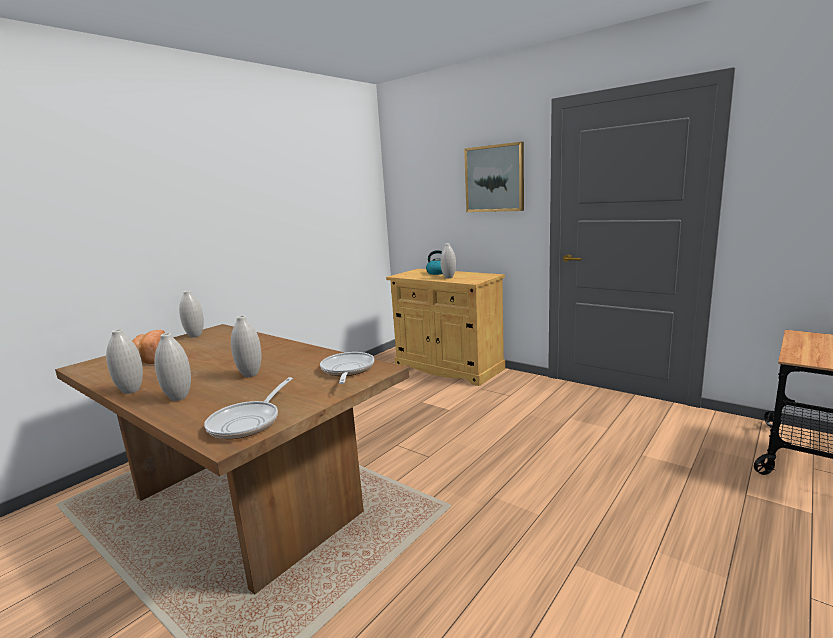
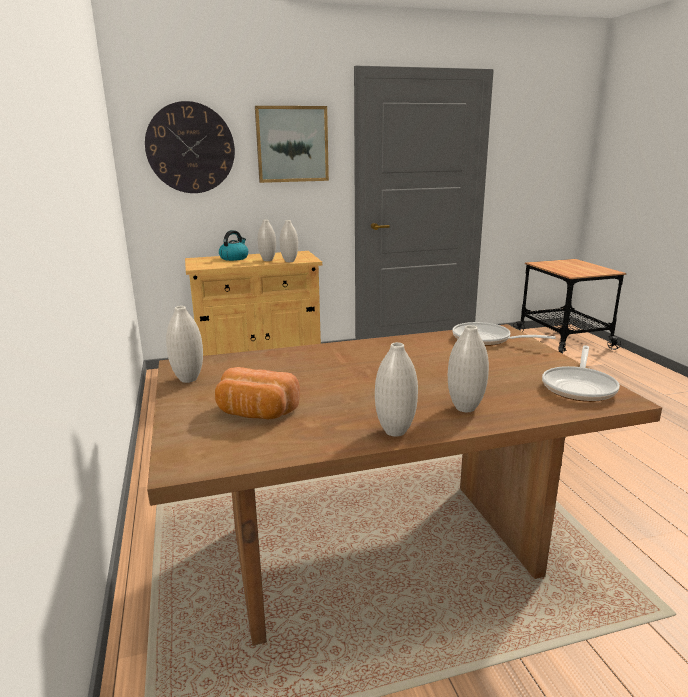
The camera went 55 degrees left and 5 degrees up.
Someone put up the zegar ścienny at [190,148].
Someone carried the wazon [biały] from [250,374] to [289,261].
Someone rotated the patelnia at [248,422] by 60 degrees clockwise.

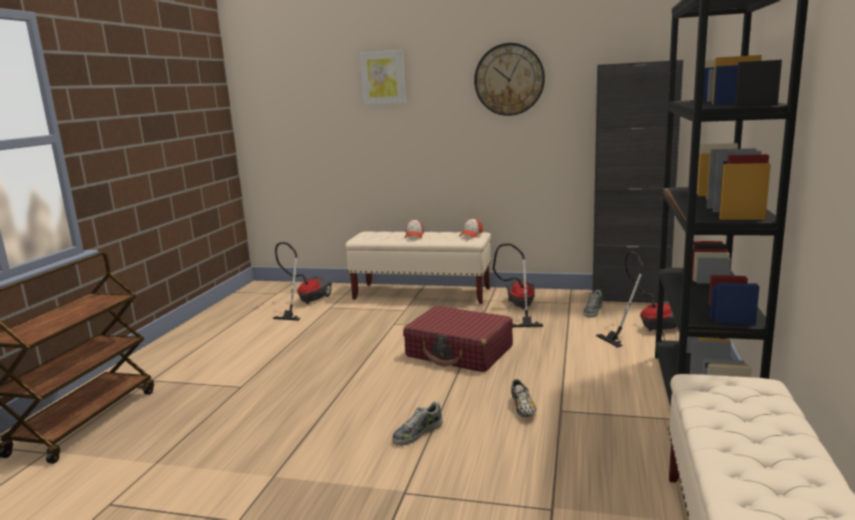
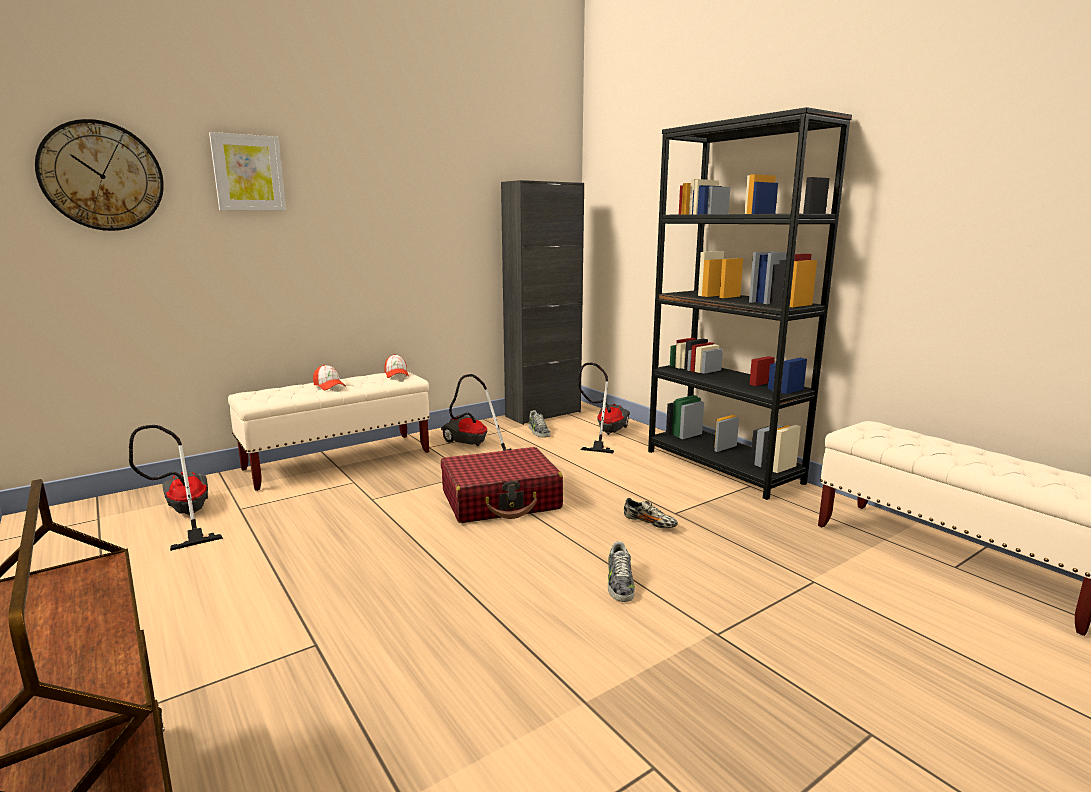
The camera went 50 degrees left and 0 degrees up.
Someone carried the zegar ścienny from [509,79] to [102,176].

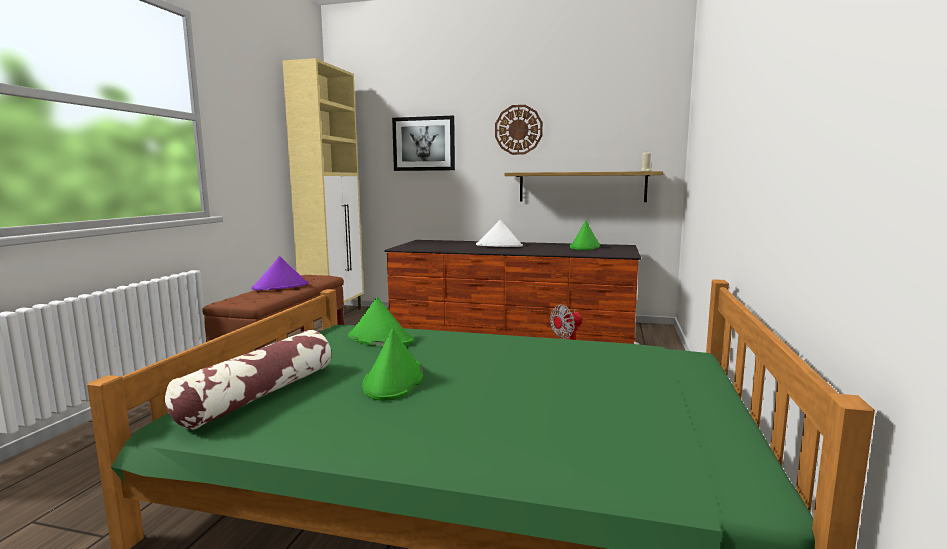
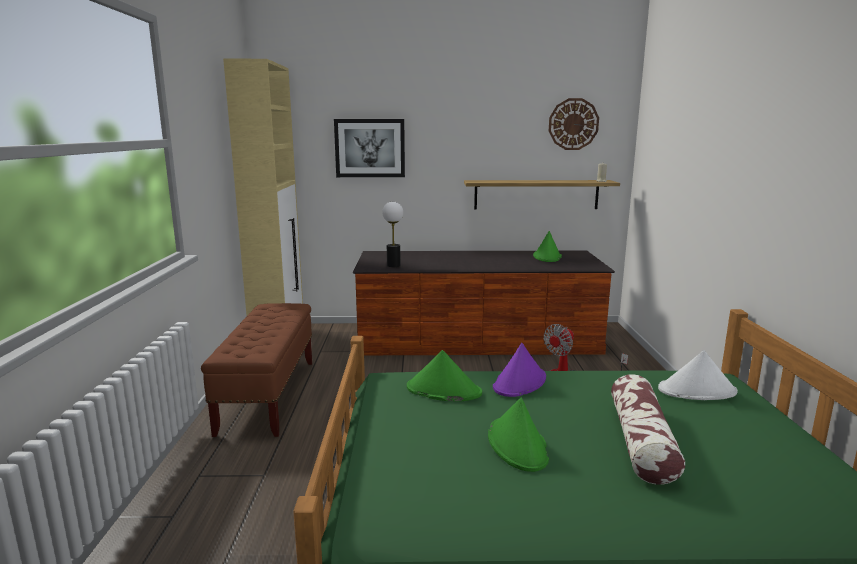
The camera went 15 degrees left and 5 degrees up.
Someone put down the lampa stołowa at [393,265].
Someone carried the poduszka from [259,395] to [641,442].
Someone carried the kapelusz [fioletowy] from [281,287] to [519,382].
Someone carried the kapelusz [biały] from [499,246] to [697,391].
Someone carried the zegar ścienny from [518,130] to [573,124].

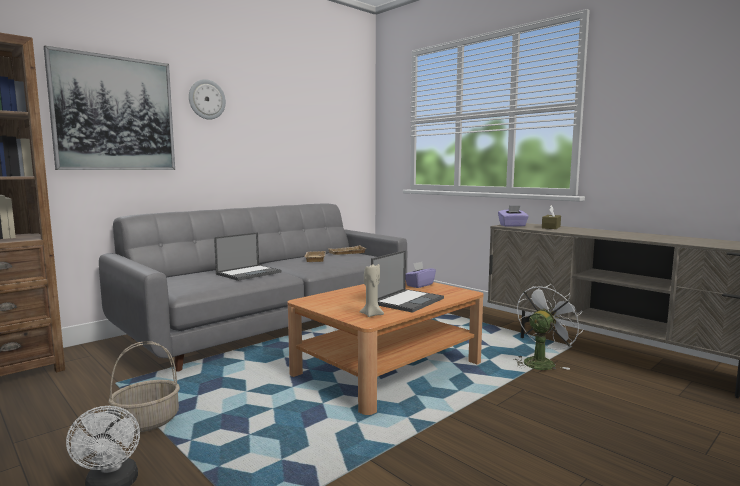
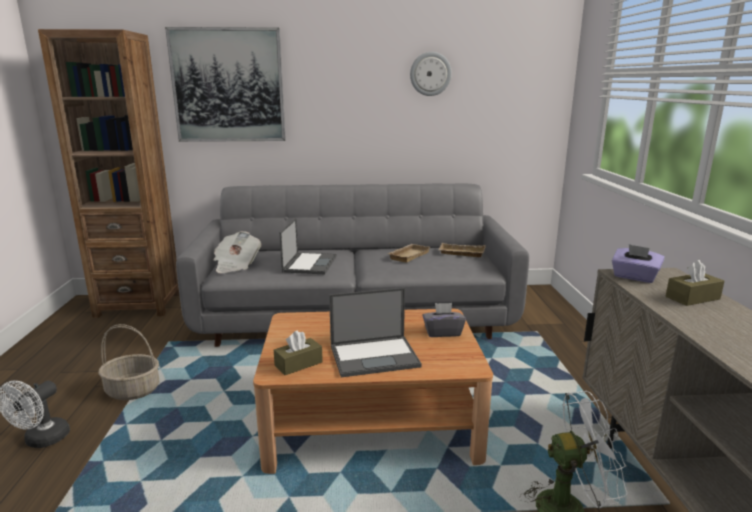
The camera went 40 degrees right and 10 degrees up.
Someone put down the gazeta at [236,265].
Someone carried the zegar ścienny from [207,99] to [430,74].
Someone swapped the świeca [beżowy] at [372,314] for the pudełko chusteczek [brązowy] at [298,364].
Someone repainted the pudełko chusteczek [fioletowy] at [419,285], which became the pudełko chusteczek [szary] at [442,332].
Someone rotated the laptop at [249,273] by 75 degrees counterclockwise.

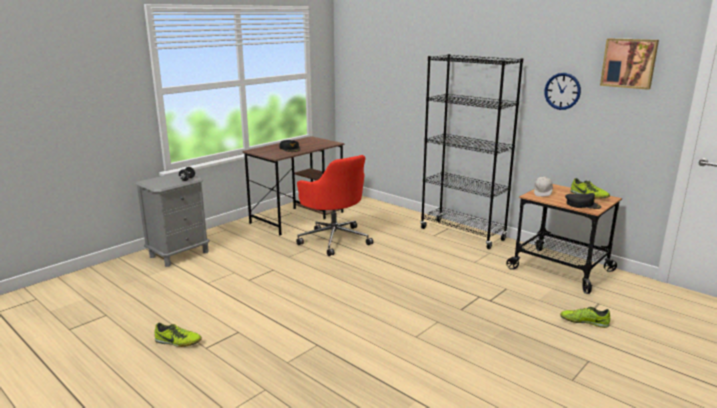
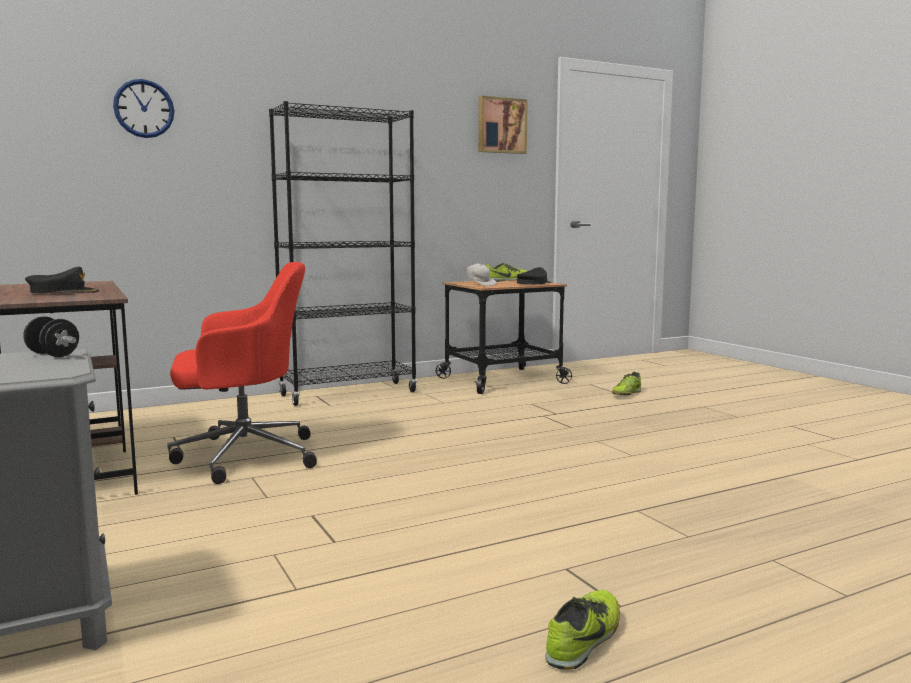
The camera went 70 degrees left and 10 degrees down.
Someone carried the zegar ścienny from [562,91] to [144,108].

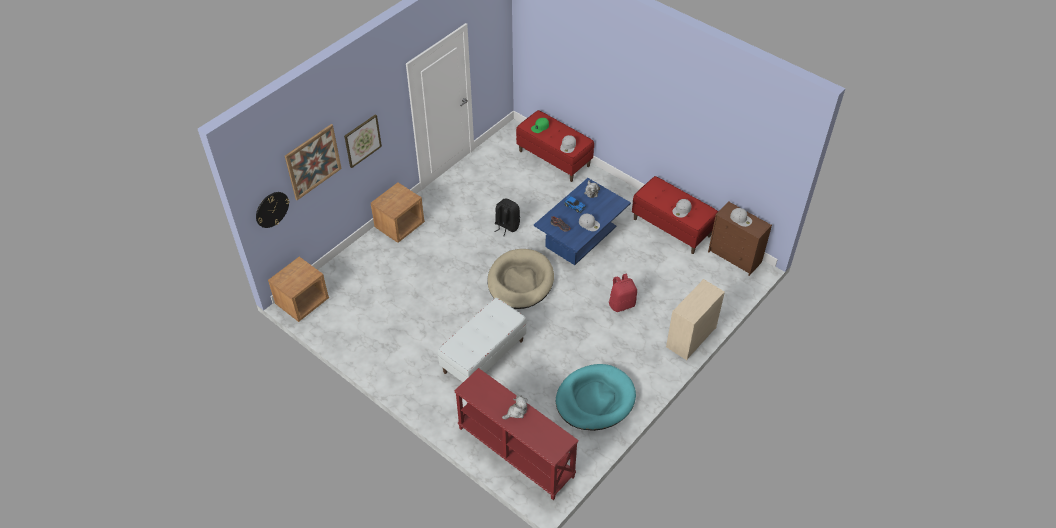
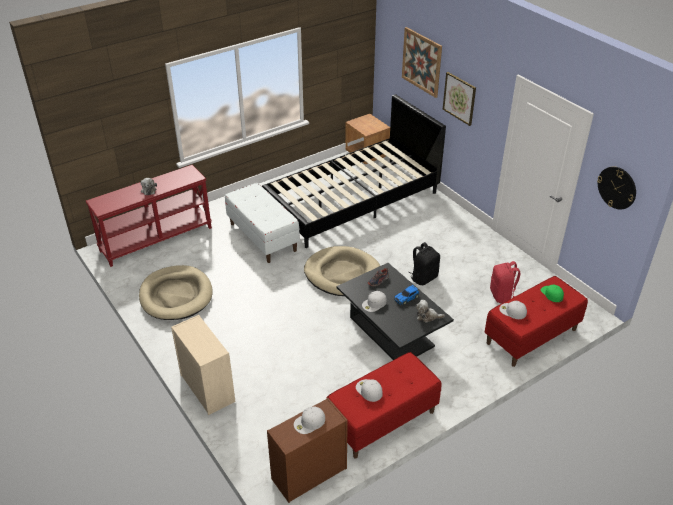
The camera went 105 degrees right and 10 degrees down.
Someone took away the szafka nocna [brązowy] at [400,226].
Someone put down the łóżko [czarny] at [352,201].
Someone carried the zegar ścienny from [272,209] to [617,187].
Someone carried the plecak [czerwony] from [621,304] to [502,295].
Someone repainted the ława [niebieski] at [581,236], which became the ława [czarny] at [391,332].
Someone repainted the legowisko [turkusowy] at [595,400], which became the legowisko [beżowy] at [176,295].

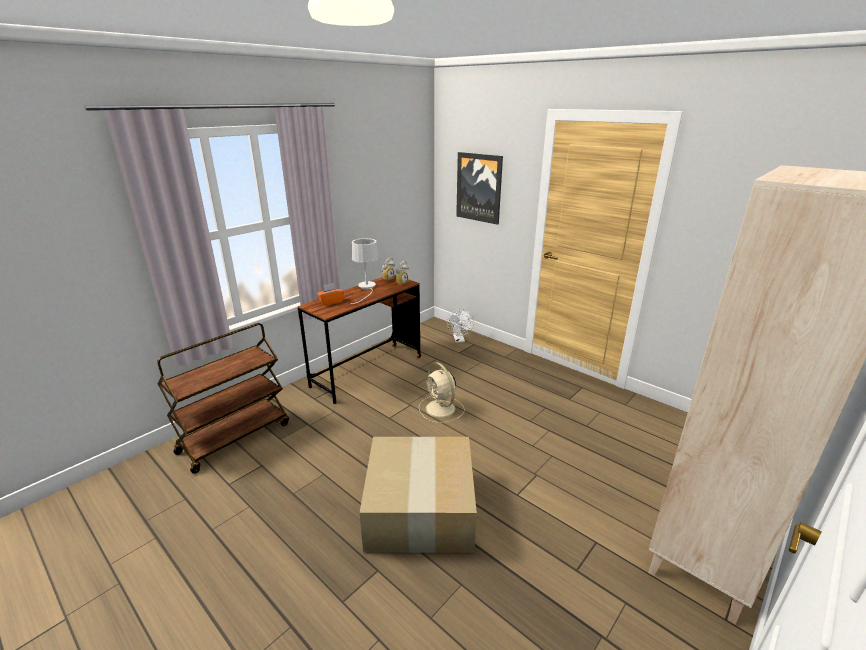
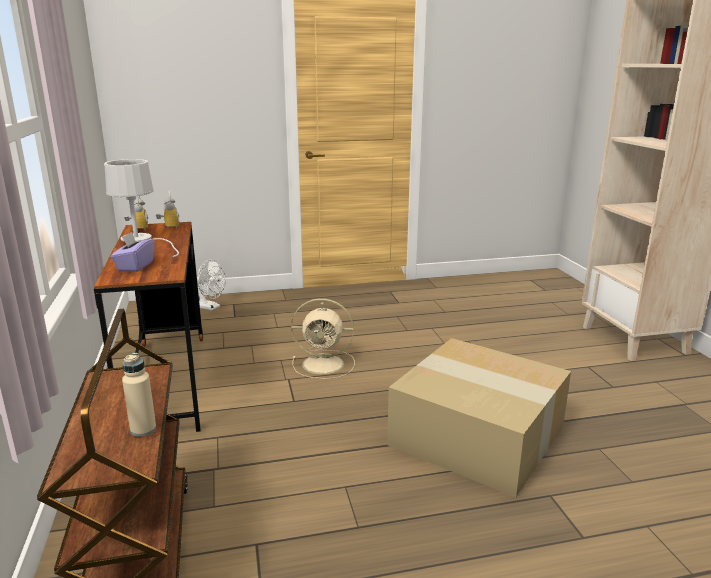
The camera went 55 degrees left and 5 degrees down.
Someone took away the obraz at [479,187].
Someone put down the butelka [beżowy] at [143,429].
Someone repainted the pudełko chusteczek [pomarańczowy] at [331,302], which became the pudełko chusteczek [fioletowy] at [135,266].

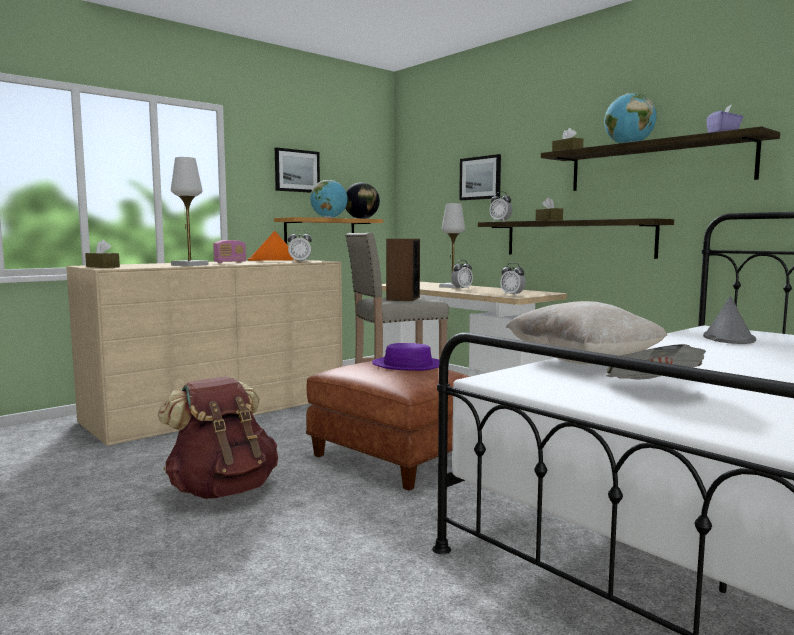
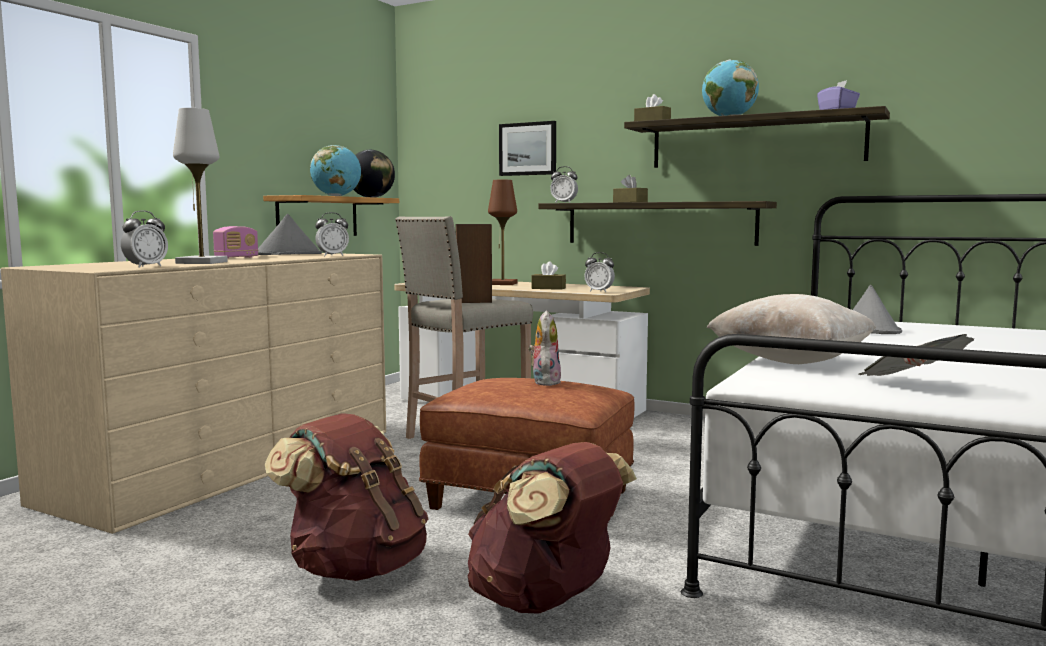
The camera went 20 degrees left and 0 degrees up.
Someone took away the obraz at [296,171].
Someone put down the plecak [brązowy] at [545,601].
Someone carried the pudełko chusteczek [brązowy] from [102,267] to [548,288].
Someone carried the budzik from [461,289] to [146,267].
Someone swapped the kapelusz [fioletowy] at [408,365] for the pluszak at [544,382].
Someone repainted the kapelusz [pomarańczowy] at [274,261], which became the kapelusz [szary] at [288,255].
Someone repainted the lampa stołowa [biały] at [452,287], which became the lampa stołowa [brązowy] at [502,284].

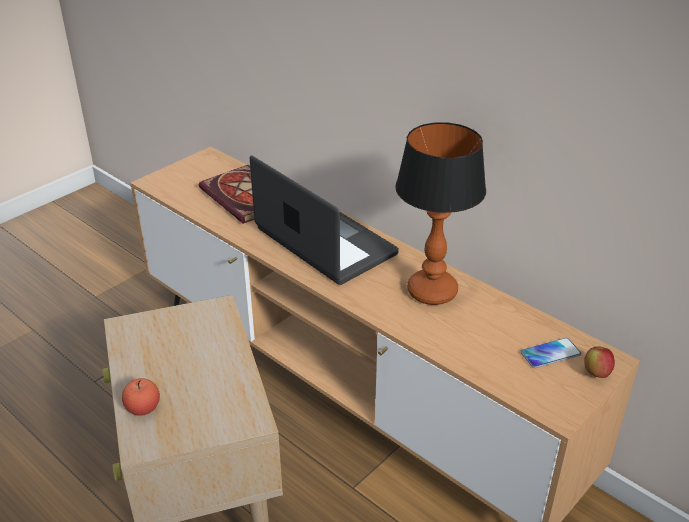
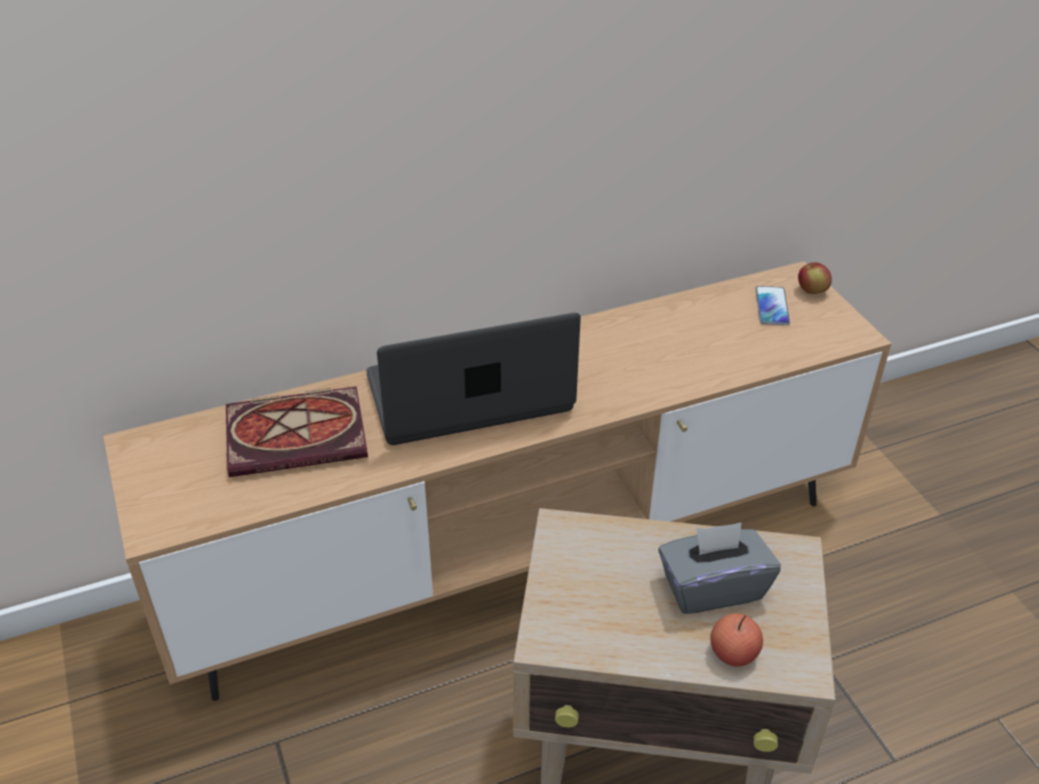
The camera went 65 degrees left and 5 degrees up.
Someone took away the lampa stołowa at [432,291].
Someone put down the pudełko chusteczek [szary] at [712,587].

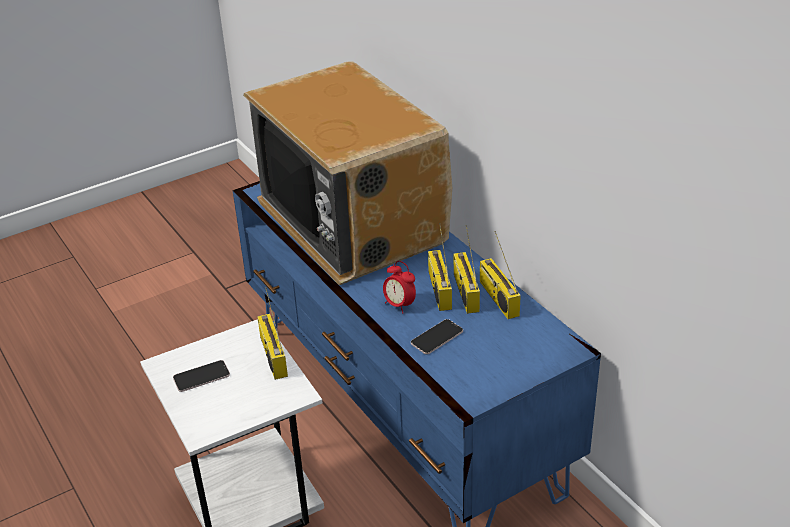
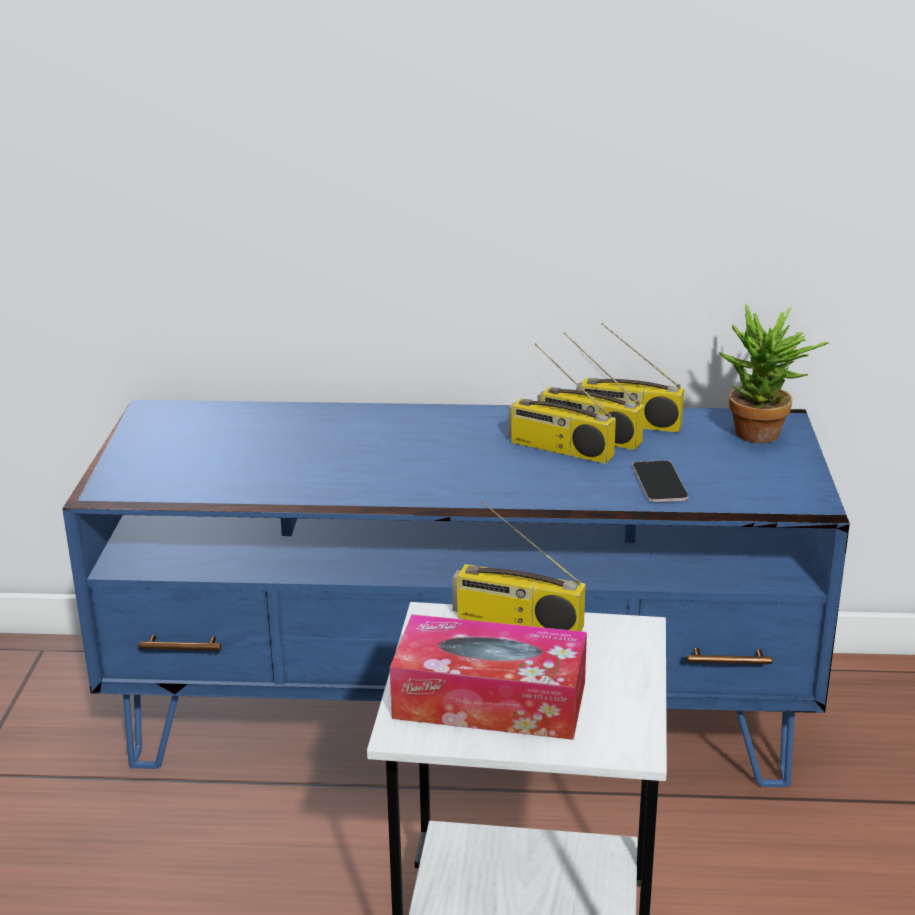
The camera went 55 degrees left and 10 degrees down.
Someone took away the telewizor at [352,221].
Someone took away the budzik at [399,305].
Someone put down the roślina doniczkowa at [763,437].
Someone swapped the telefon at [201,376] for the pudełko chusteczek at [490,700].

